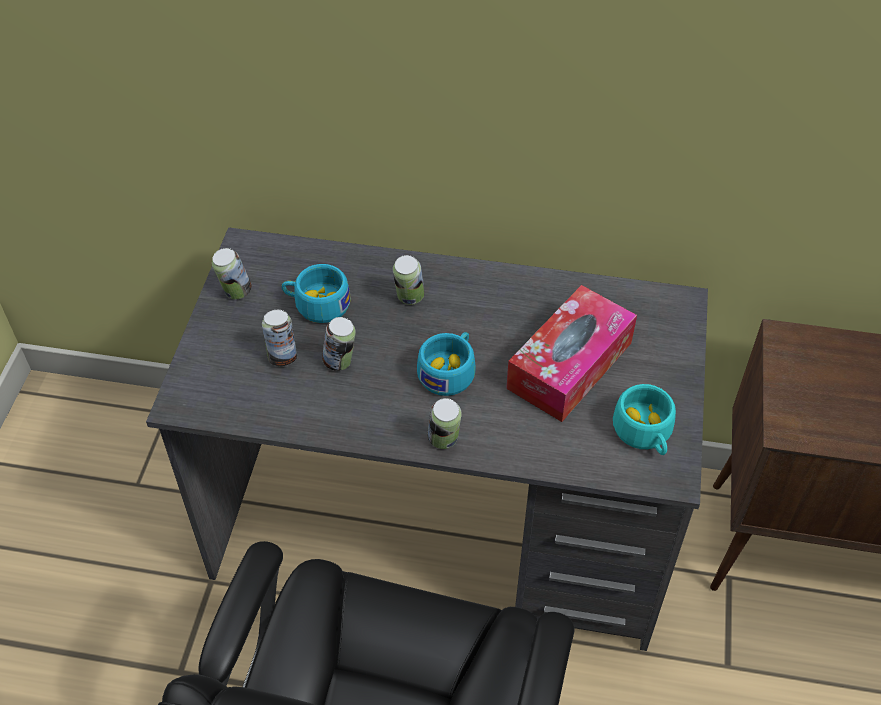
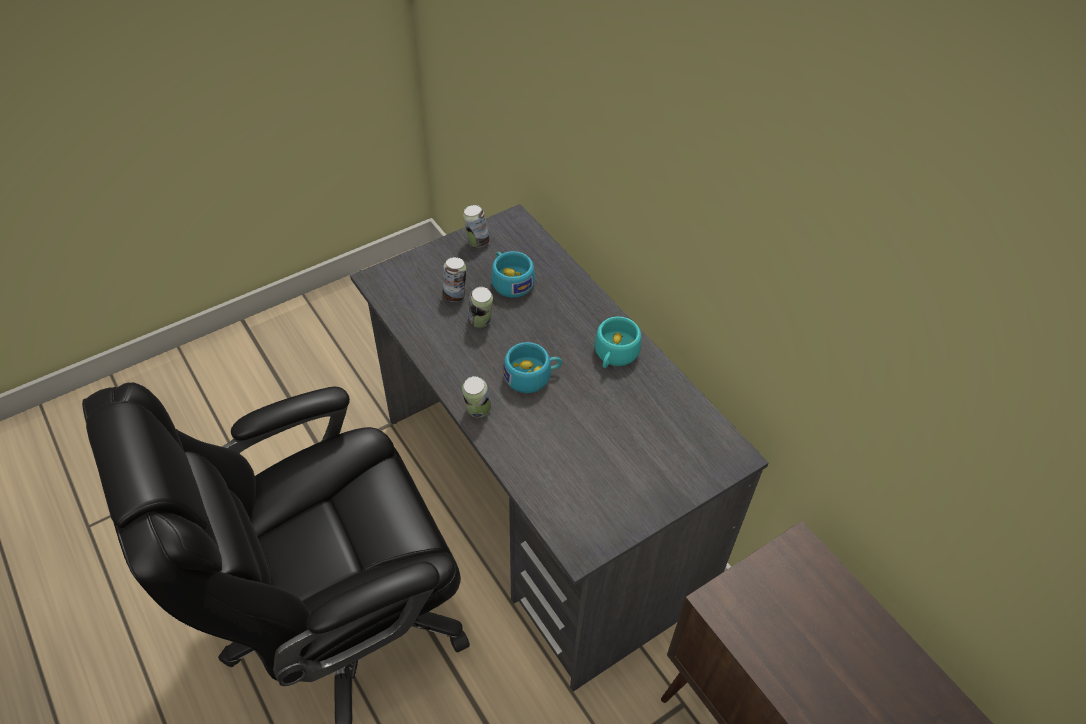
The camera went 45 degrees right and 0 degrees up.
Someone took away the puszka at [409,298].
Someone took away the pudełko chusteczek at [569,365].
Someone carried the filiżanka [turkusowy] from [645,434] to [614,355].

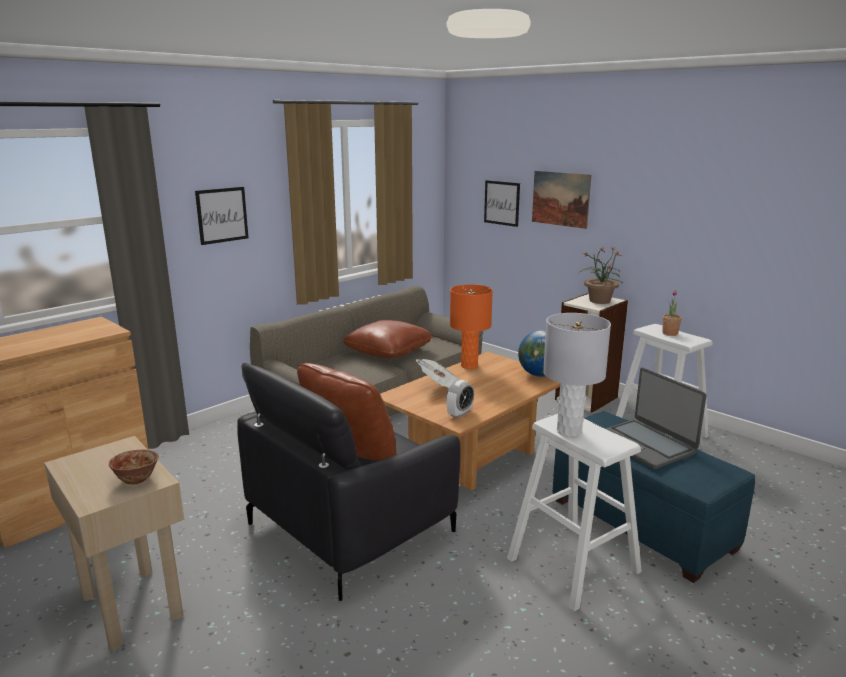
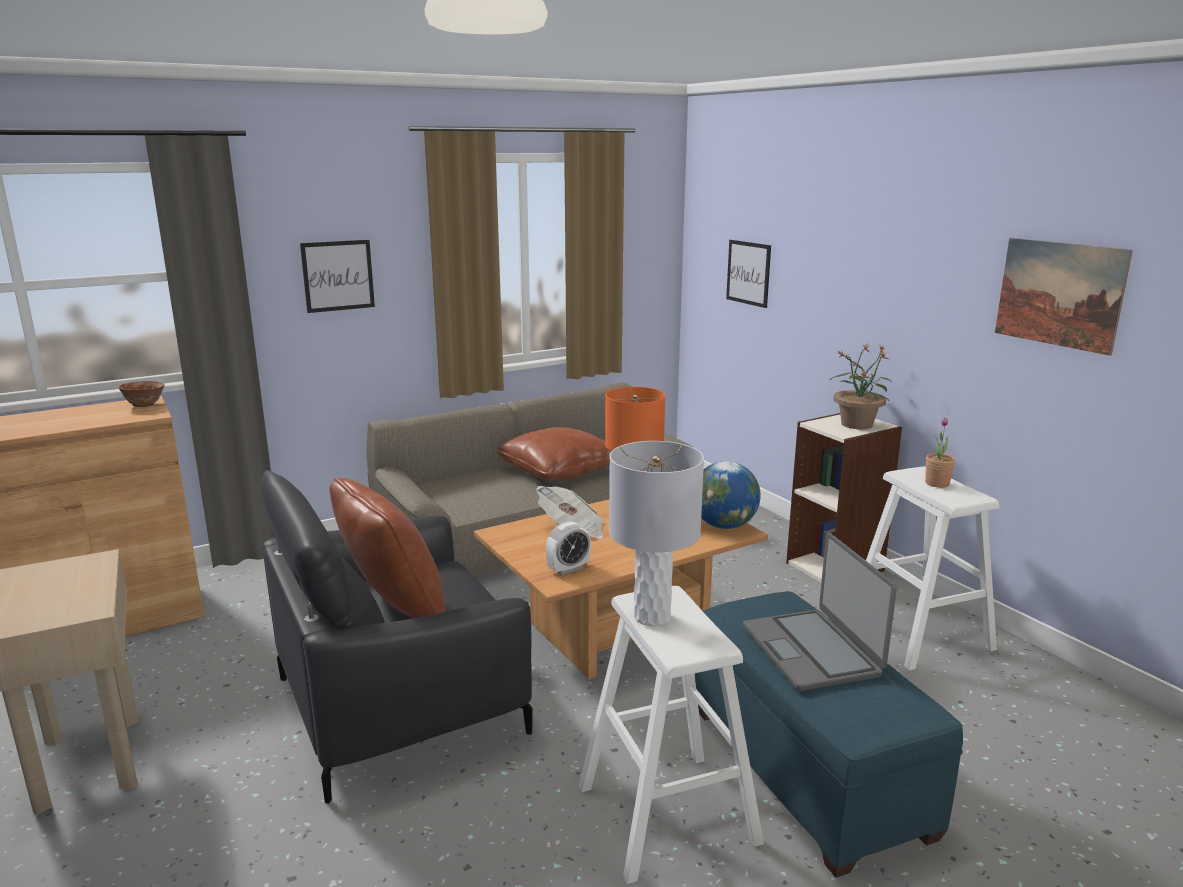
The camera went 15 degrees right and 0 degrees up.
Someone carried the miska from [136,479] to [144,405].
Someone carried the obraz from [560,199] to [1059,294].

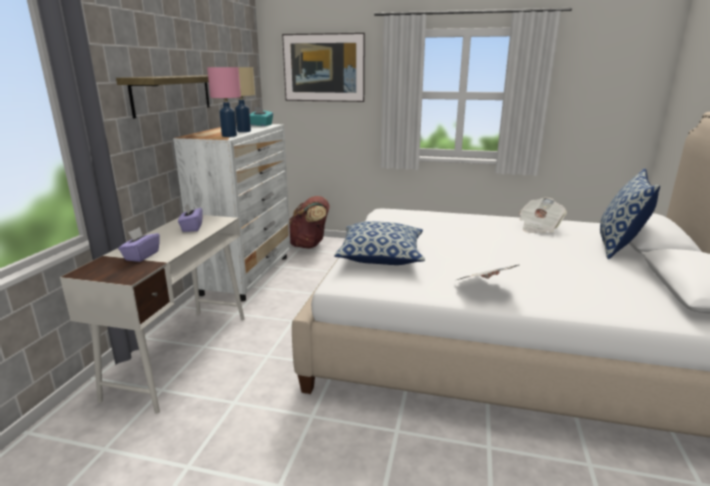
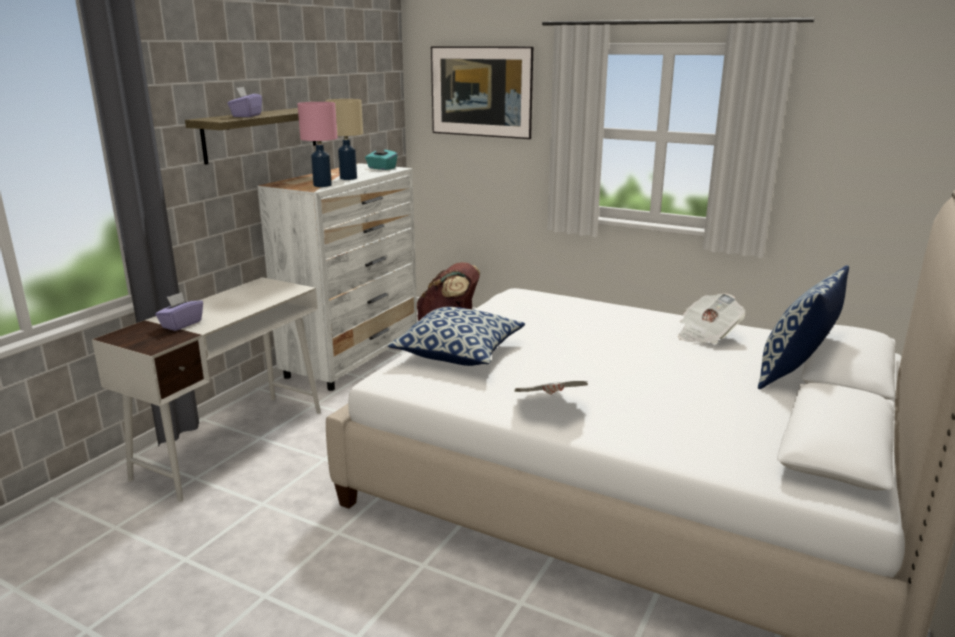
The camera went 15 degrees right and 0 degrees up.
Someone carried the pudełko chusteczek [fioletowy] from [192,228] to [246,116].

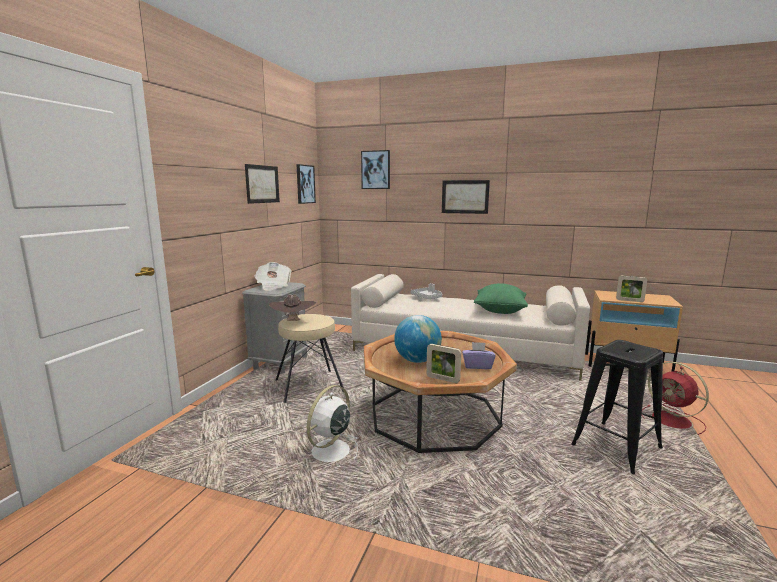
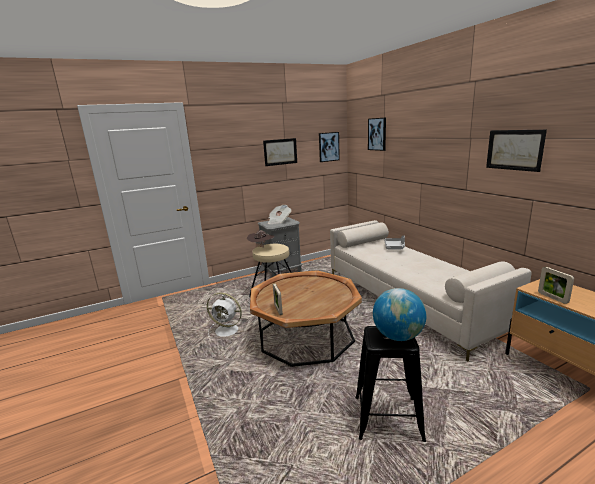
The camera went 45 degrees right and 5 degrees up.
Someone took away the pudełko chusteczek [fioletowy] at [477,366].
Someone took away the poduszka [zielony] at [500,311].
Someone took away the wentylator [czerwony] at [673,421].
Someone carried the globus from [417,360] to [398,336].
Someone carried the obraz from [465,196] to [514,150].
Someone rotated the wentylator [biały] at [329,452] by 150 degrees counterclockwise.

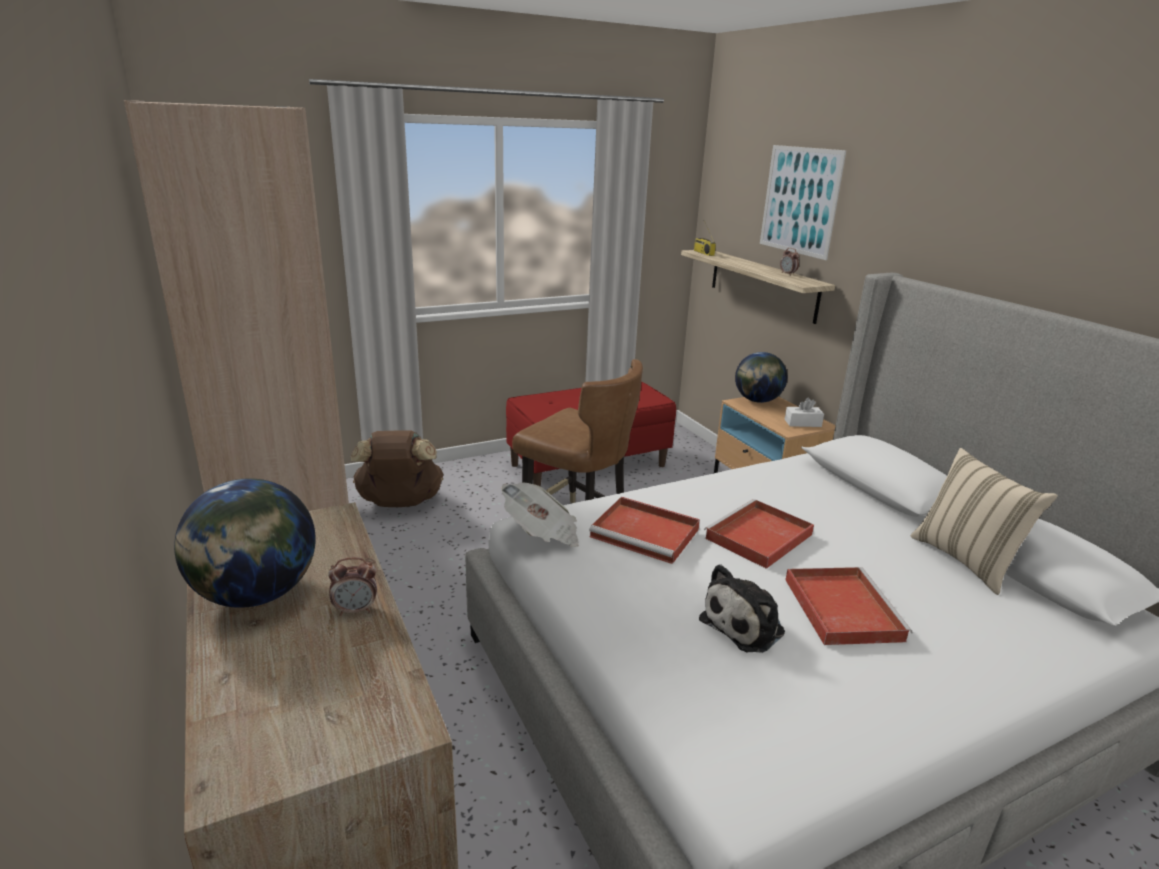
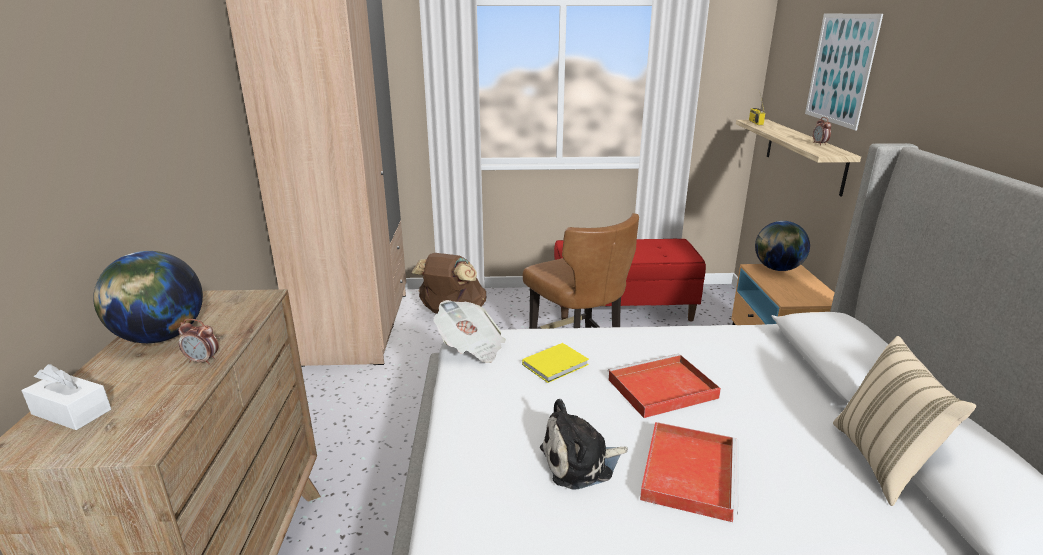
The camera went 25 degrees right and 0 degrees up.
Someone carried the pudełko chusteczek [biały] from [802,423] to [71,412].
Someone swapped the taca [czerwony] at [647,533] for the książka [żółty] at [557,364].

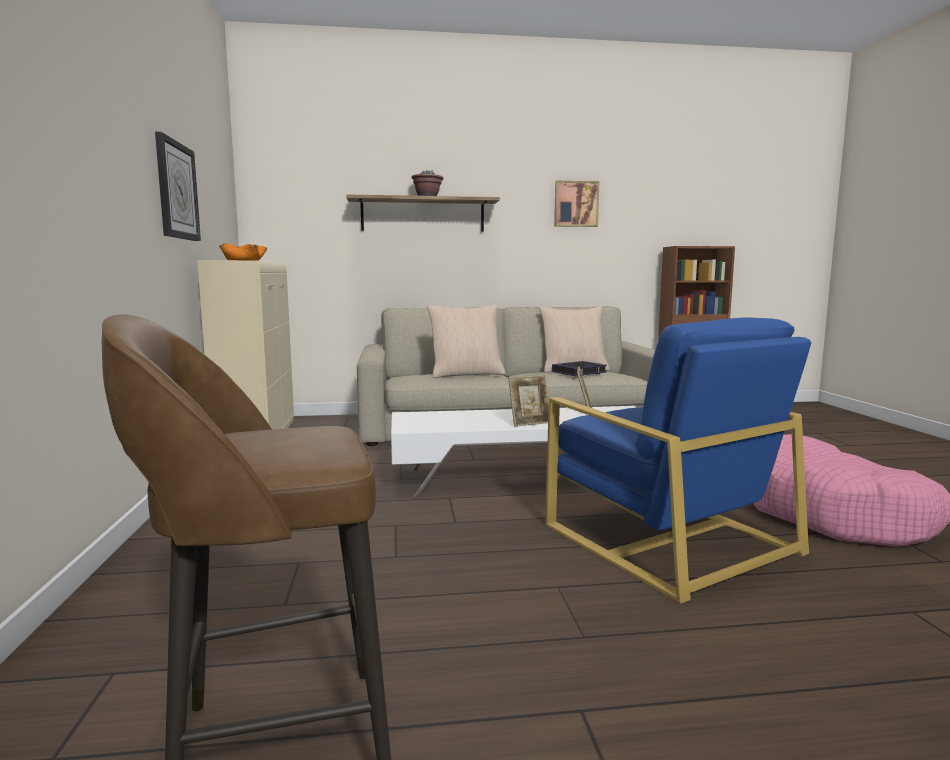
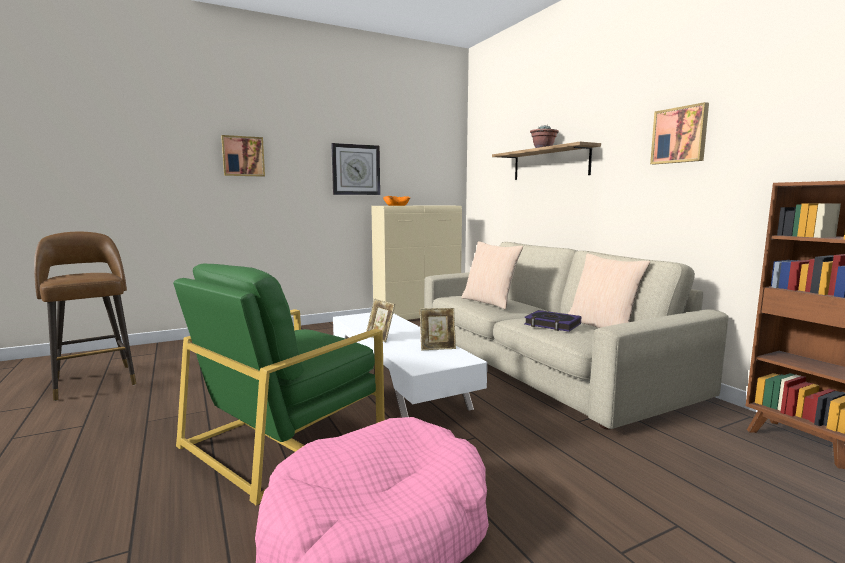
The camera went 70 degrees right and 0 degrees up.
Someone put up the obraz at [243,156].
Someone repainted the fotel [niebieski] at [667,537], which became the fotel [zielony] at [285,439].

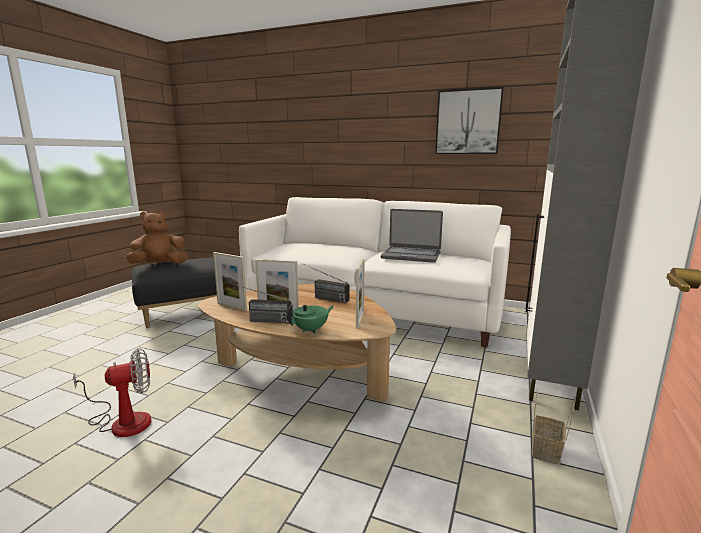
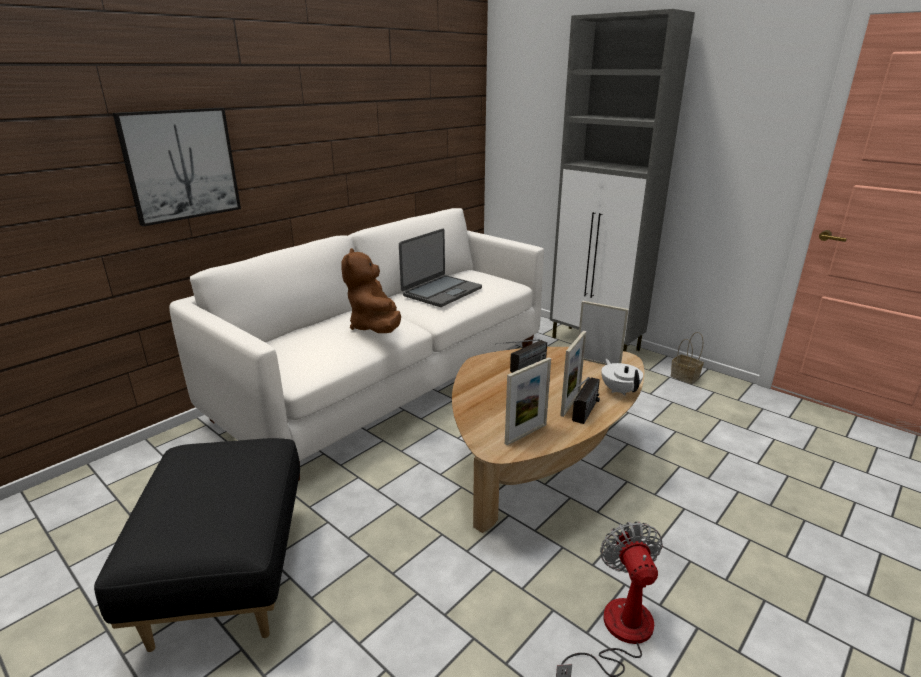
The camera went 70 degrees left and 10 degrees up.
Someone carried the pluszak [brązowy] from [159,265] to [375,327].
Someone carried the obraz from [468,122] to [181,165].
Someone repainted the imbryk [zielony] at [311,330], which became the imbryk [biały] at [619,390].

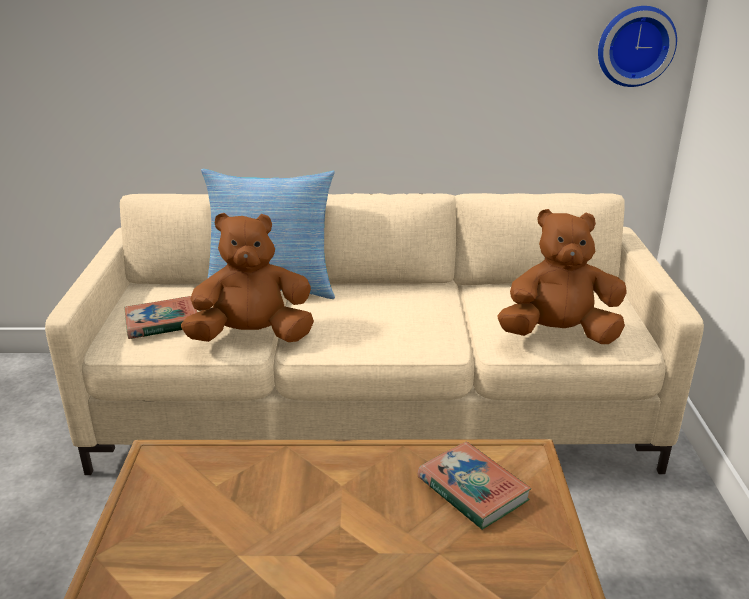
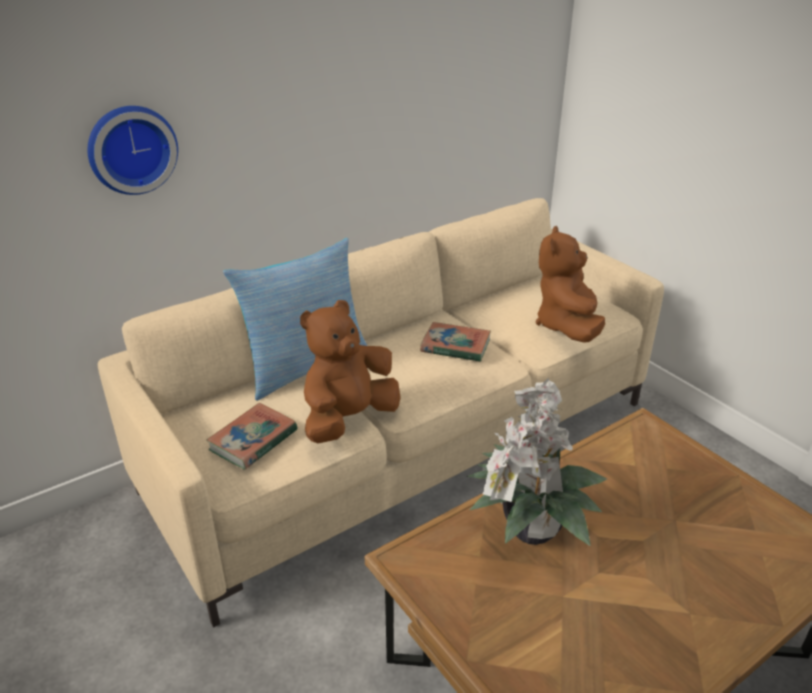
The camera went 35 degrees left and 5 degrees up.
Someone put down the roślina doniczkowa at [528,534].
Someone carried the książka from [472,489] to [455,346].
Someone carried the zegar ścienny from [634,46] to [131,149].
Someone rotated the pluszak [brązowy] at [558,334] by 45 degrees counterclockwise.

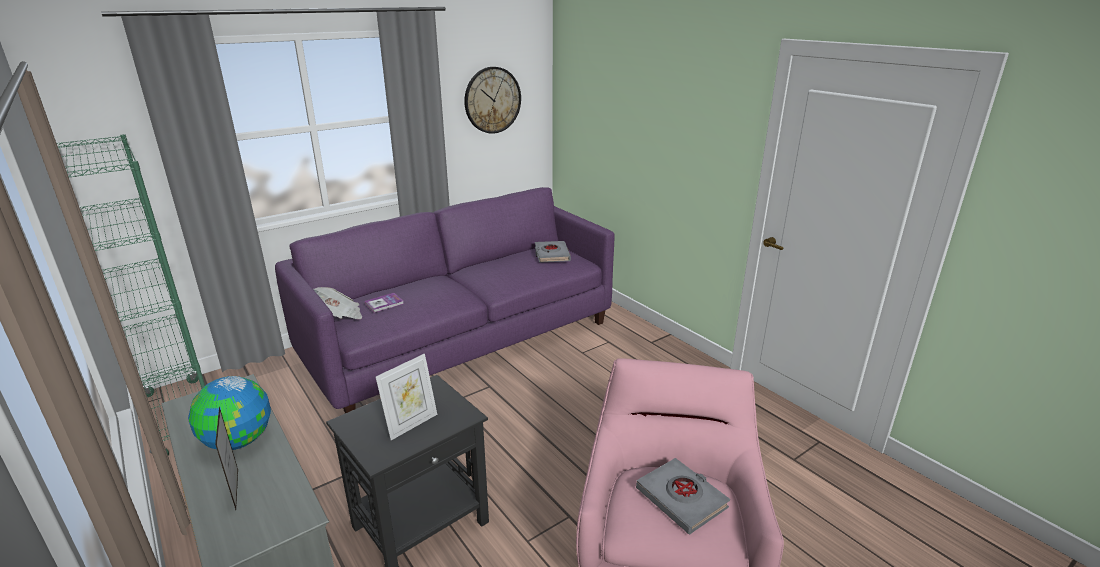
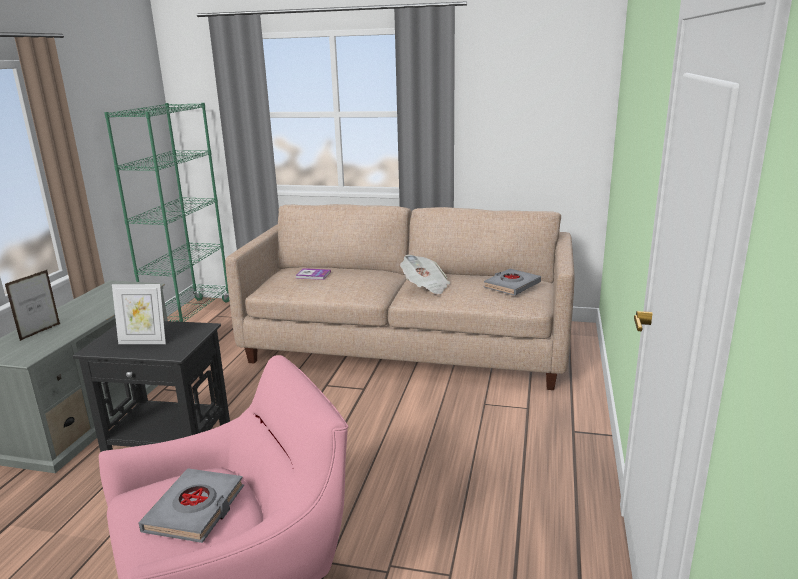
The camera went 50 degrees right and 5 degrees down.
Someone took away the globus at [238,441].
Someone took away the zegar ścienny at [492,100].
Someone carried the gazeta from [338,316] to [425,287].
Someone repainted the kanapa [fioletowy] at [462,340], which became the kanapa [beżowy] at [407,347].

